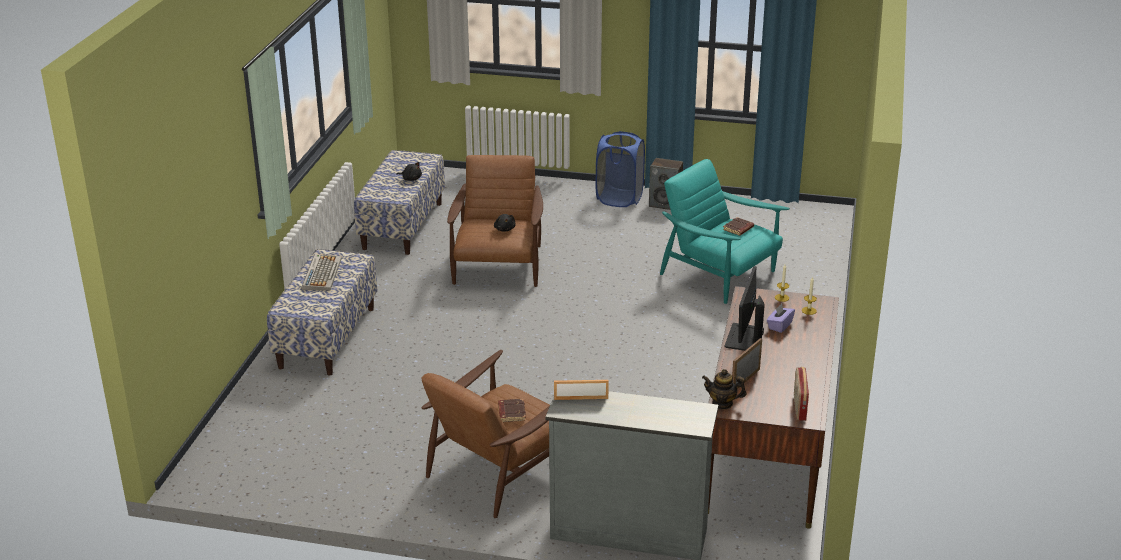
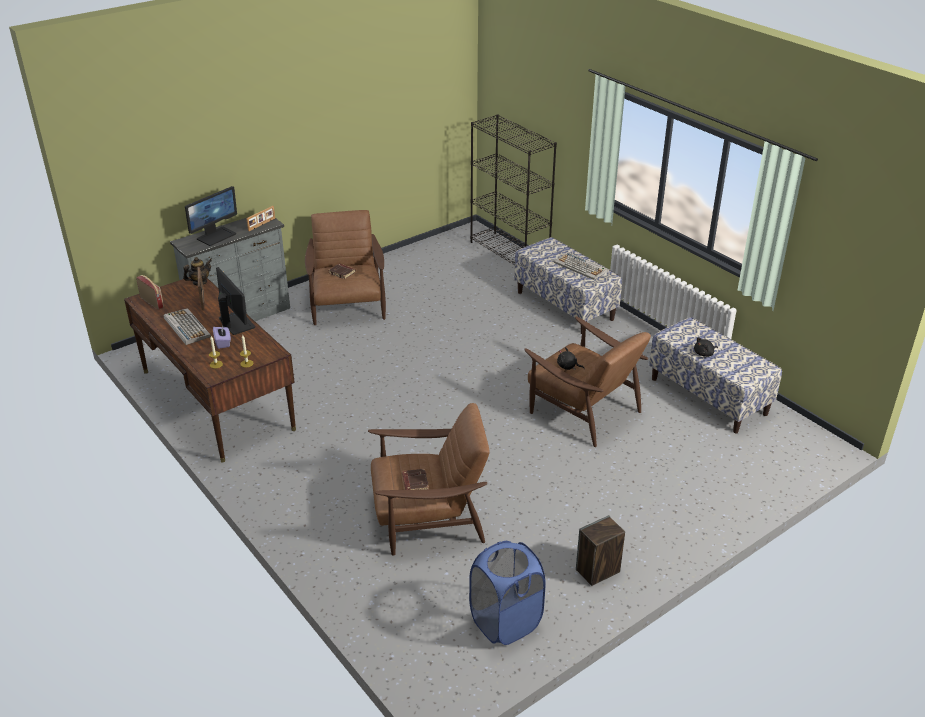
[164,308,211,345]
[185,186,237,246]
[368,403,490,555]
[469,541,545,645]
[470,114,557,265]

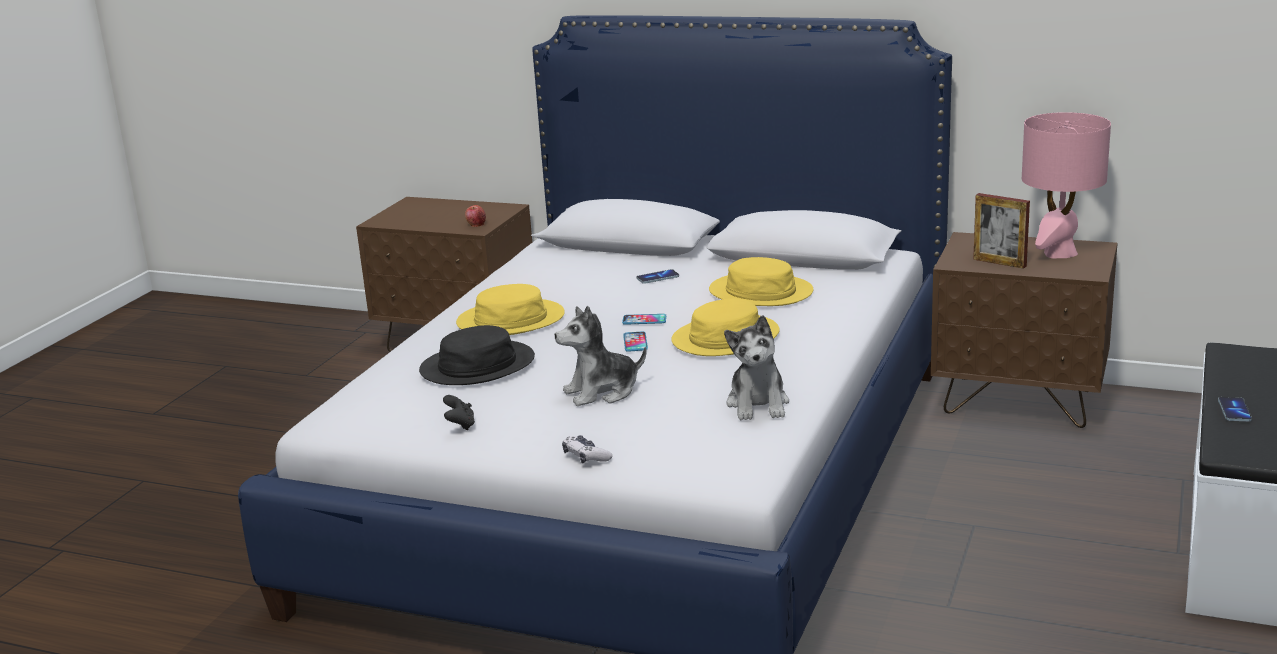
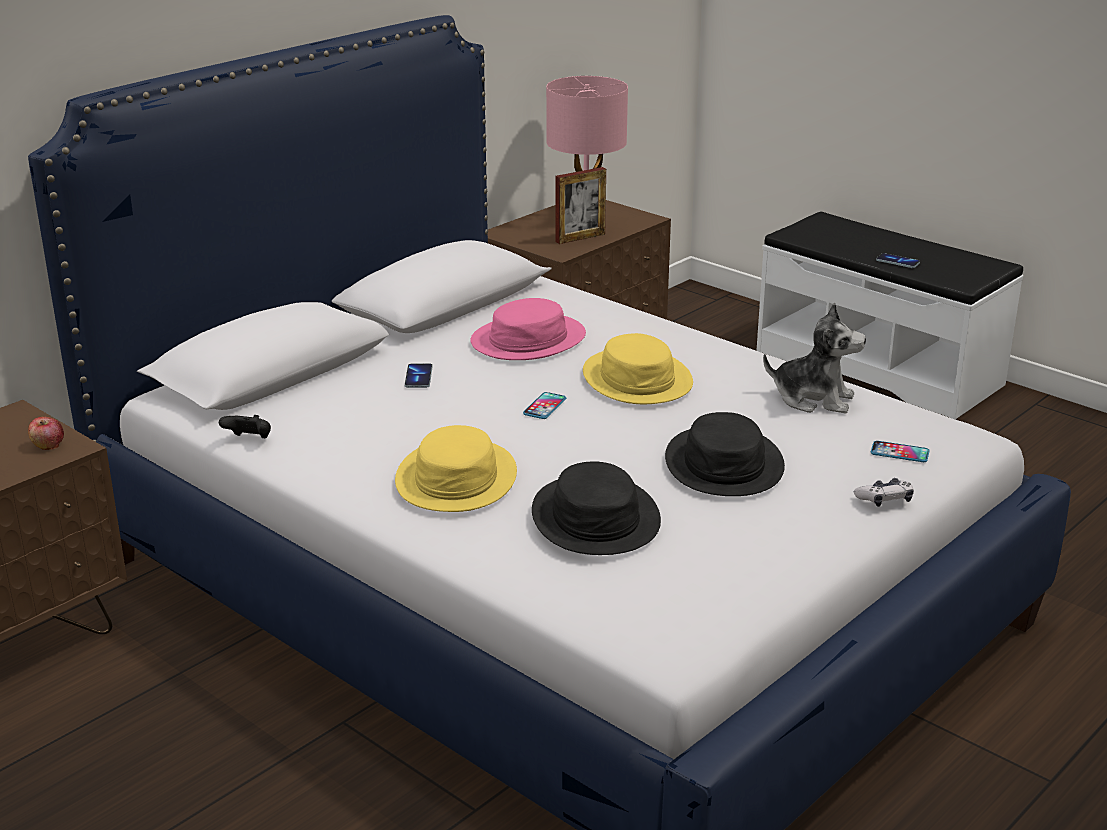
[219,415,271,438]
[470,298,586,360]
[665,412,785,496]
[871,441,930,462]

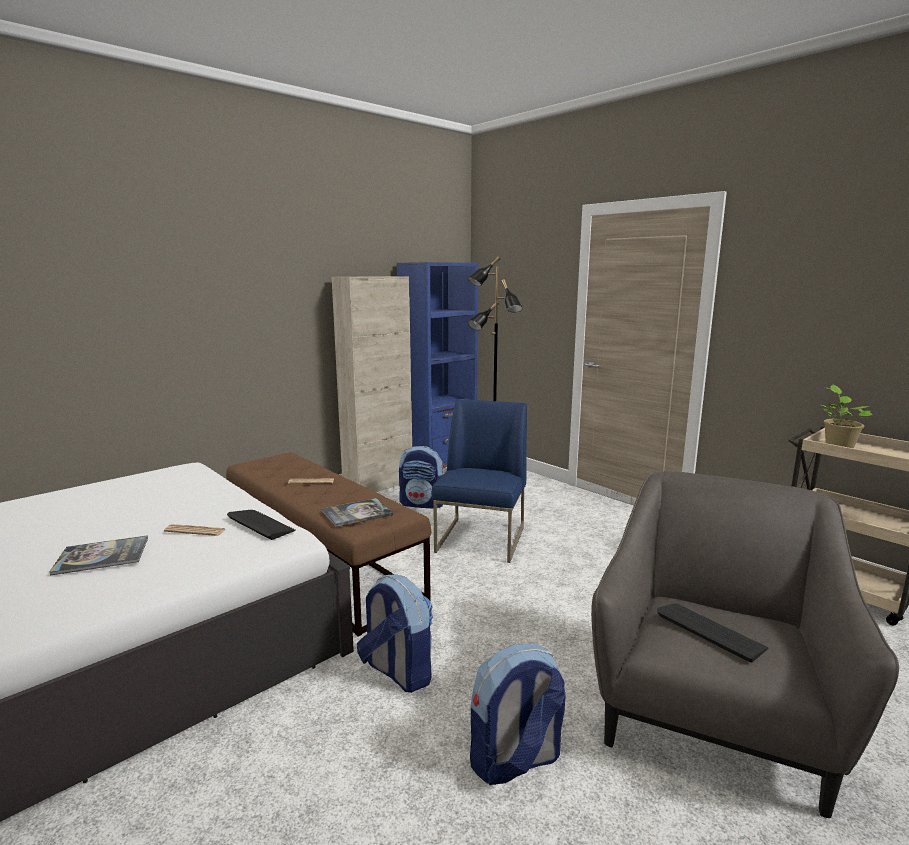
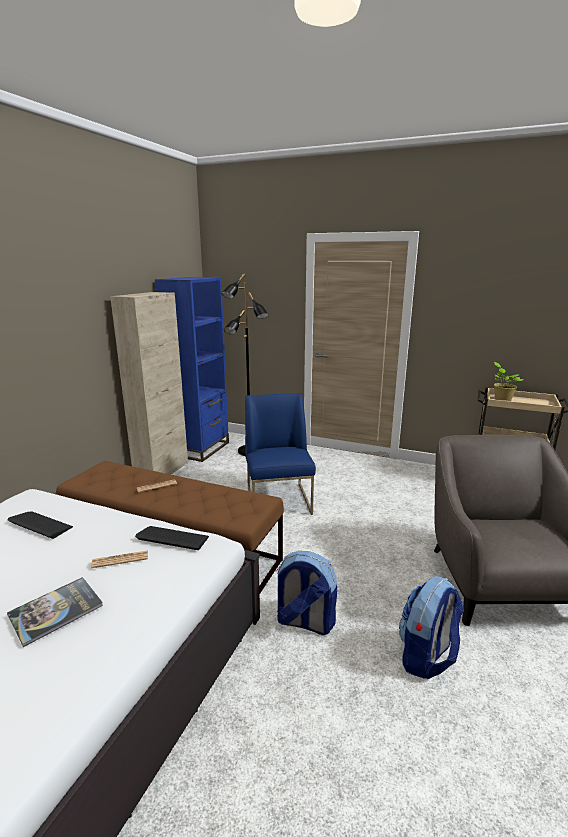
[7,511,73,539]
[322,498,393,527] (first image)
[399,446,445,509] (first image)

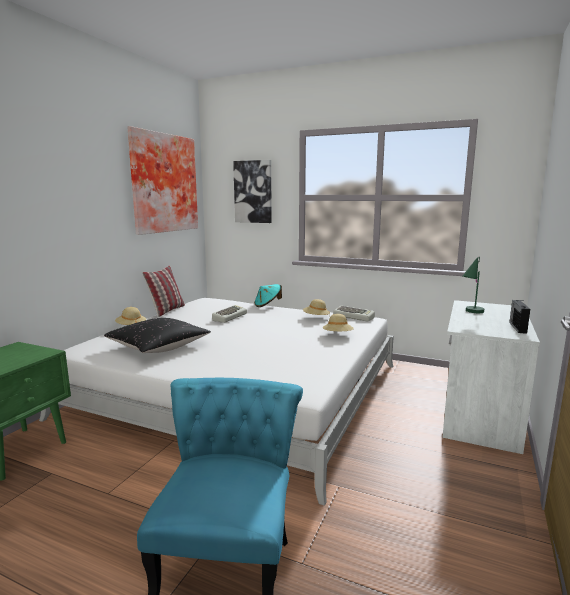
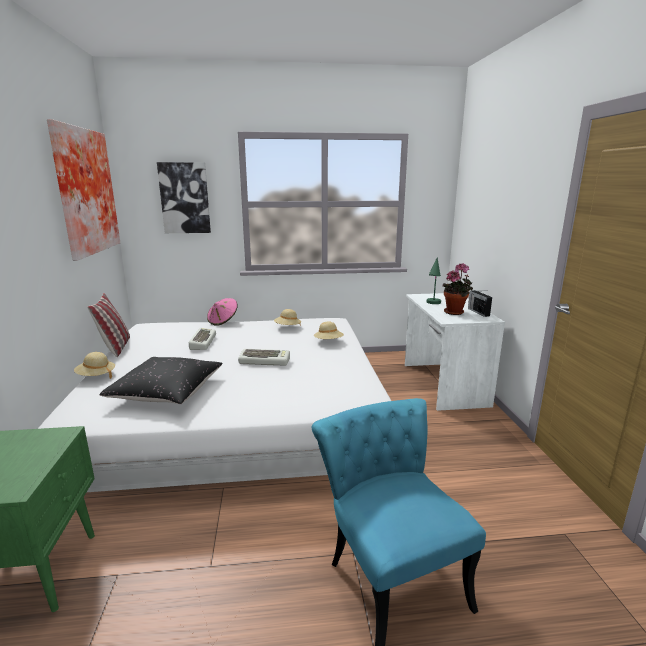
[207,298,238,326]
[238,349,290,366]
[442,263,473,315]

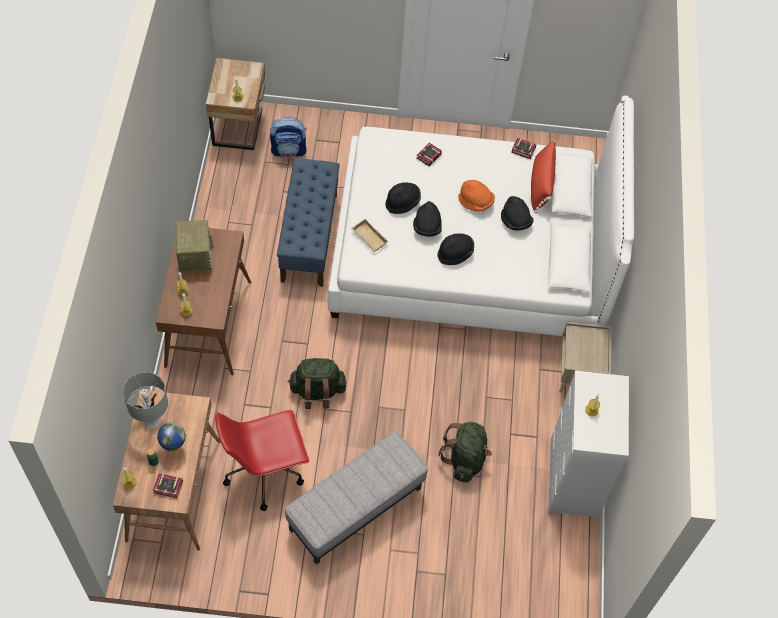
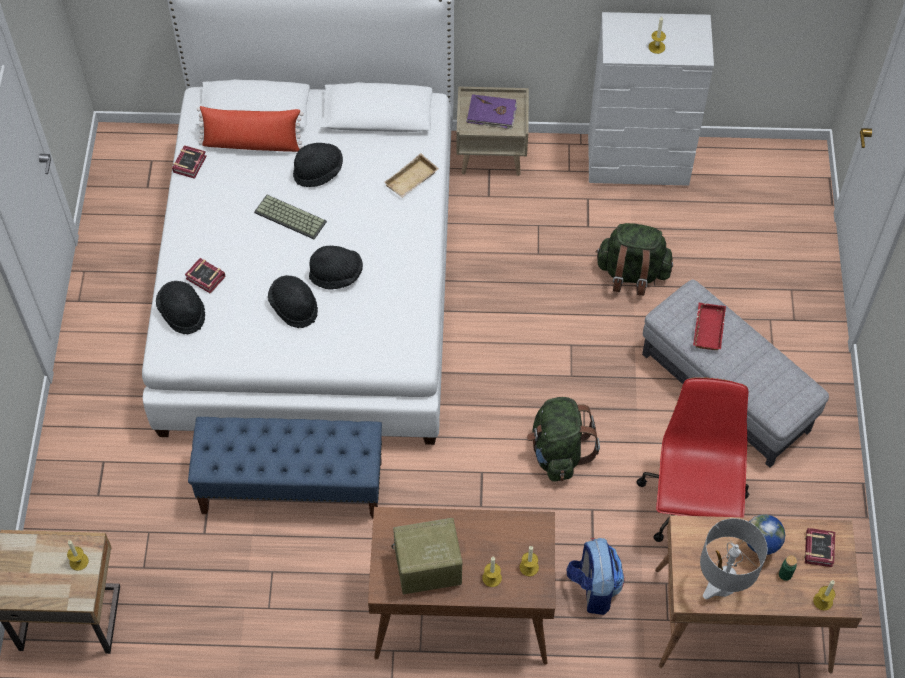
[156,281,205,334]
[254,195,327,239]
[384,153,439,198]
[466,94,517,129]
[567,538,625,615]
[636,377,749,542]
[693,302,726,350]

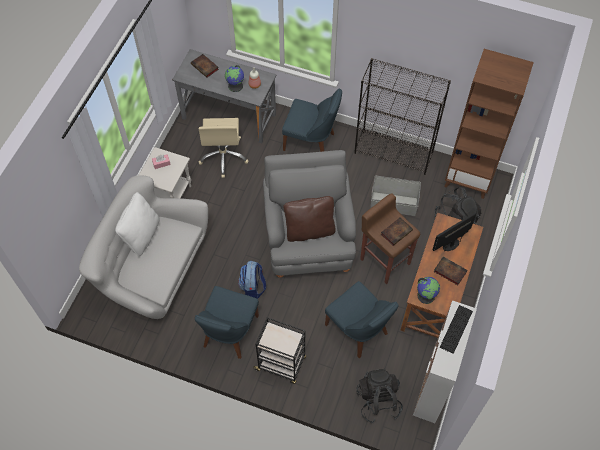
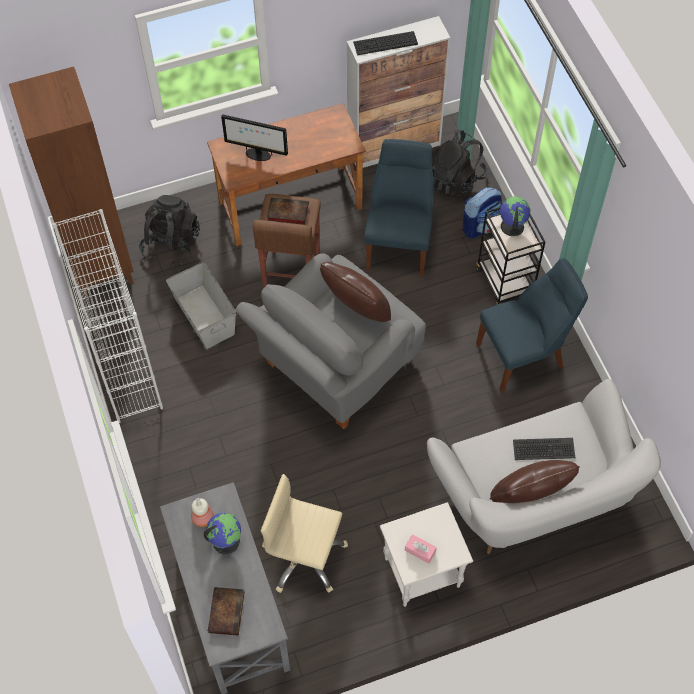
[53,209,163,423]
[261,474,348,593]
[462,187,502,238]
[490,460,580,503]
[500,196,530,236]
[513,438,575,460]
[282,89,342,152] (first image)
[434,256,468,285] (first image)

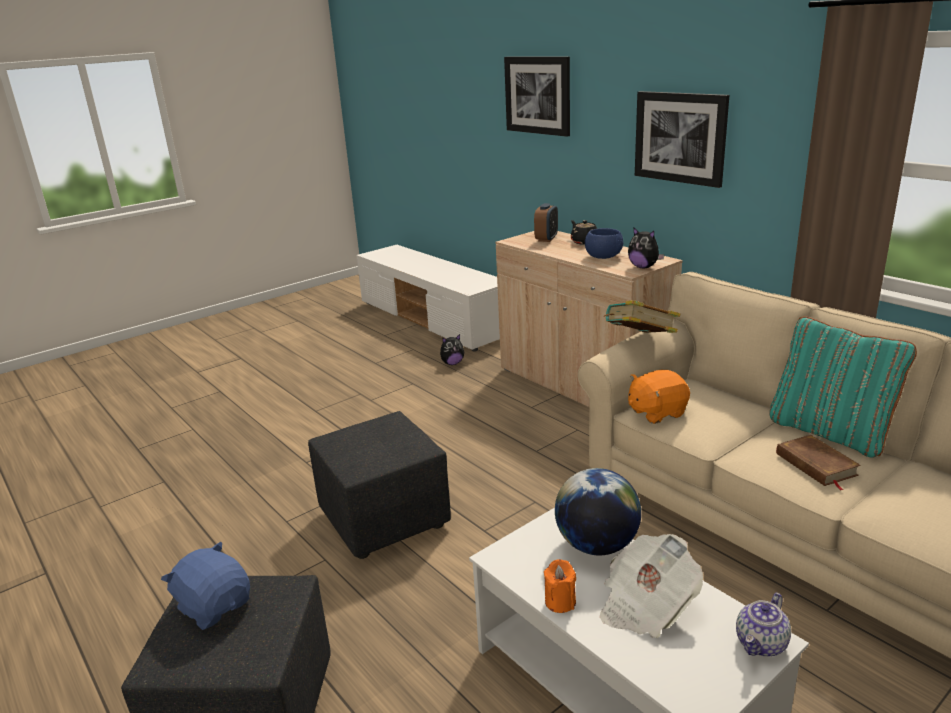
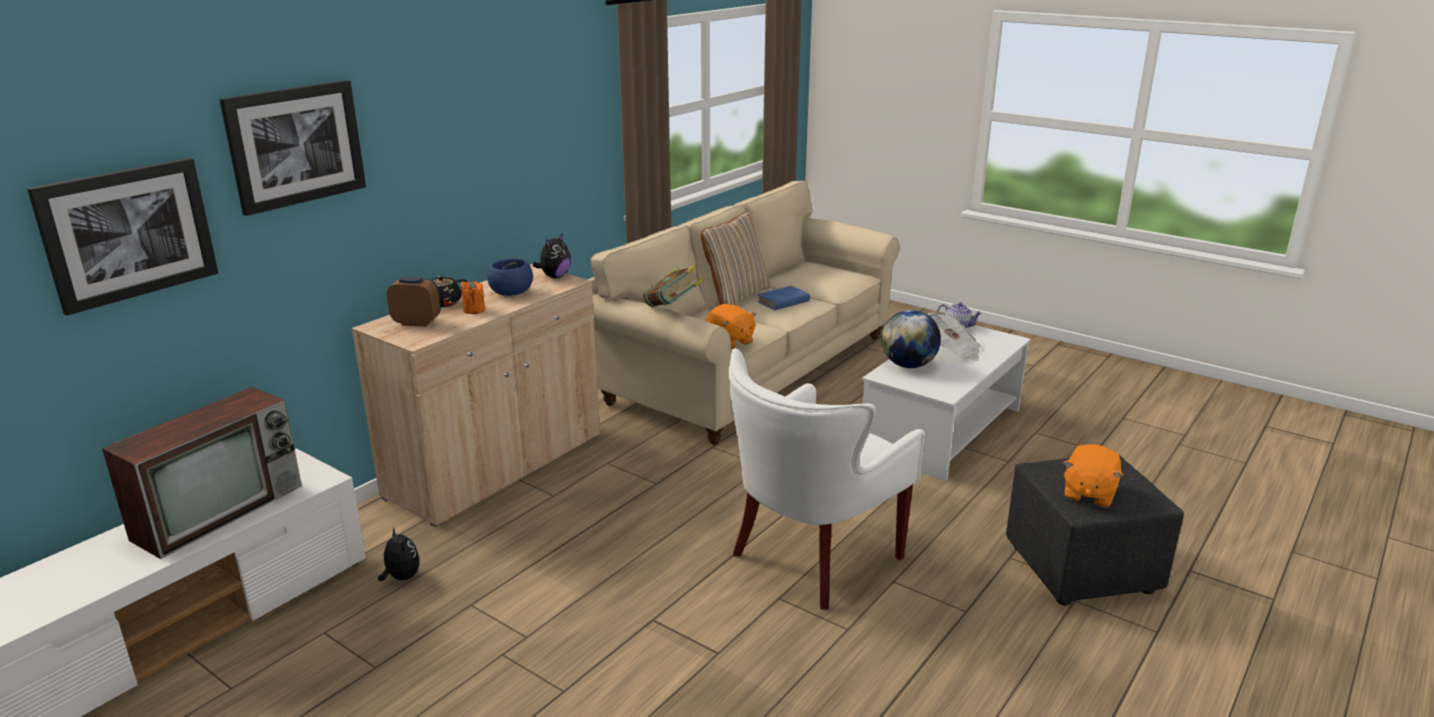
[27,158,218,316]
[102,387,302,559]
[461,280,485,314]
[701,212,771,305]
[729,348,925,609]
[757,286,811,310]
[1063,444,1124,508]

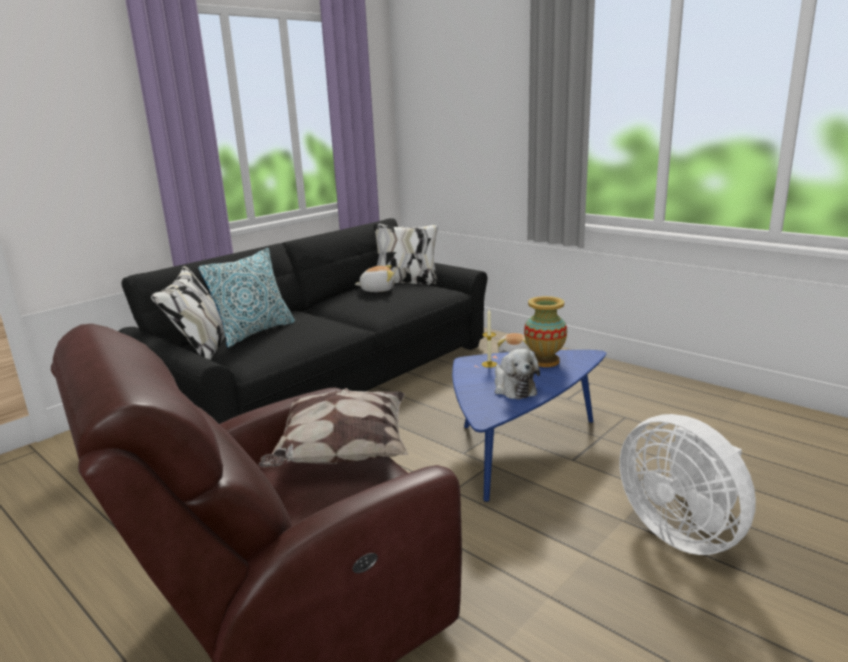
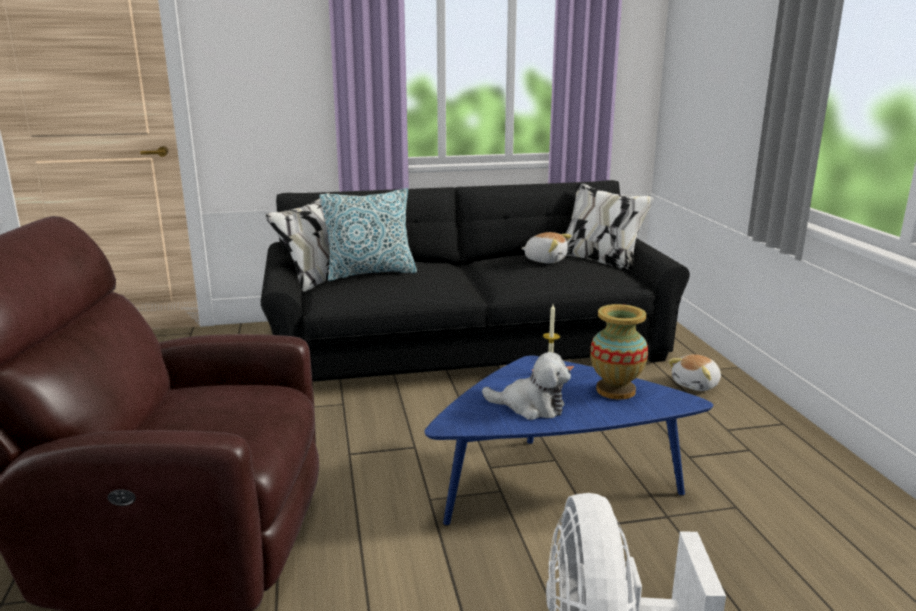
[482,352,571,420]
[259,388,409,467] (first image)

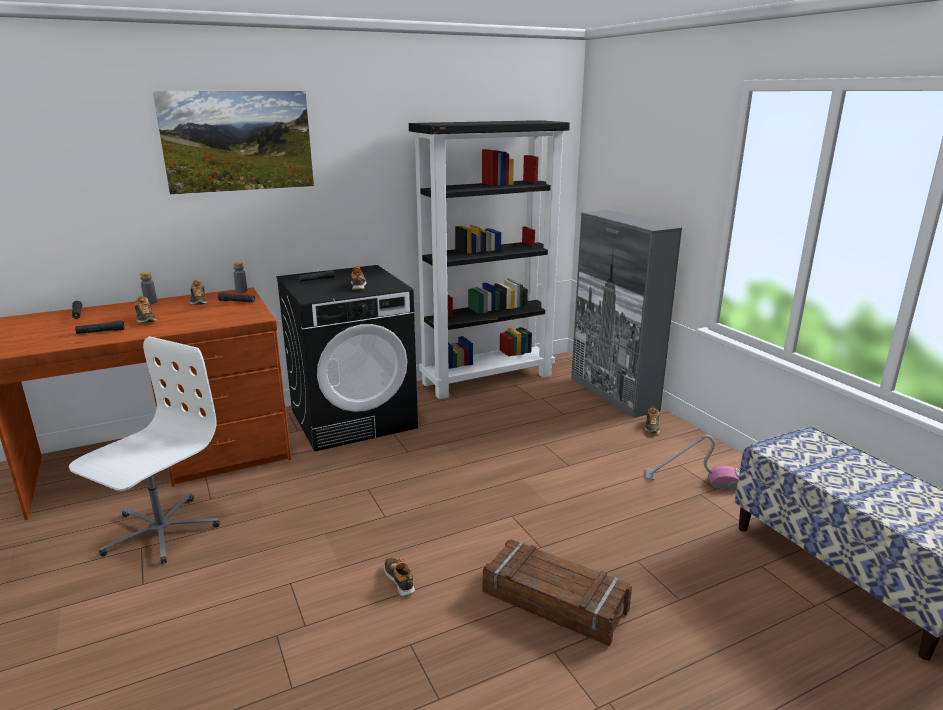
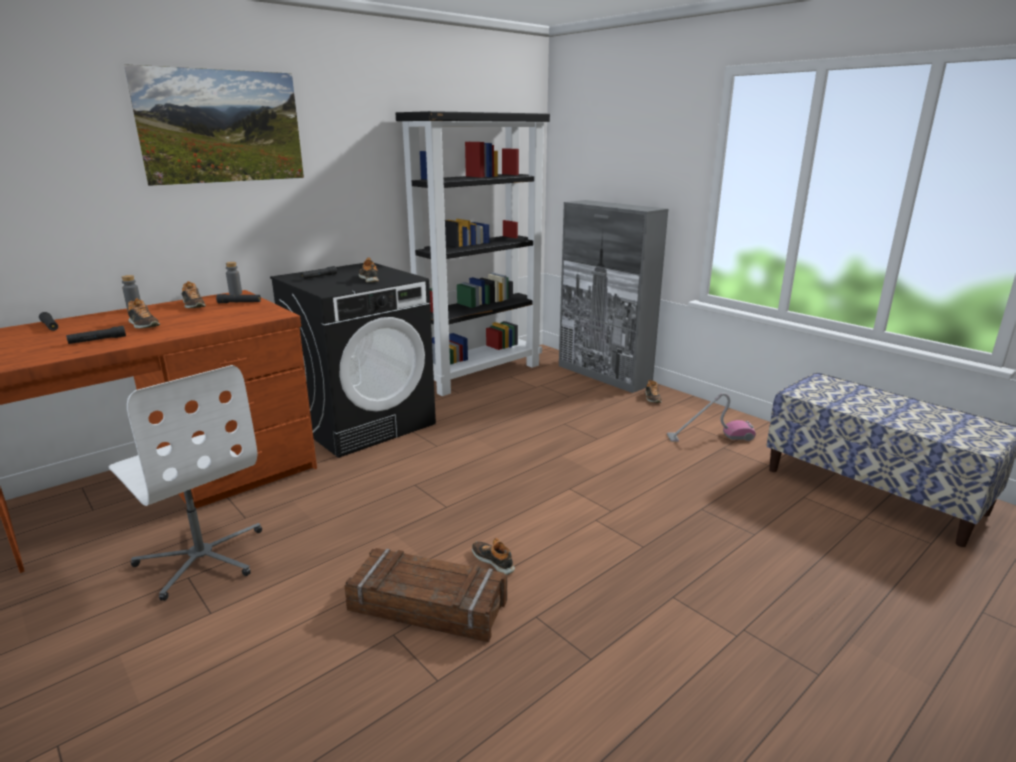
[108,365,262,601]
[345,548,507,642]

